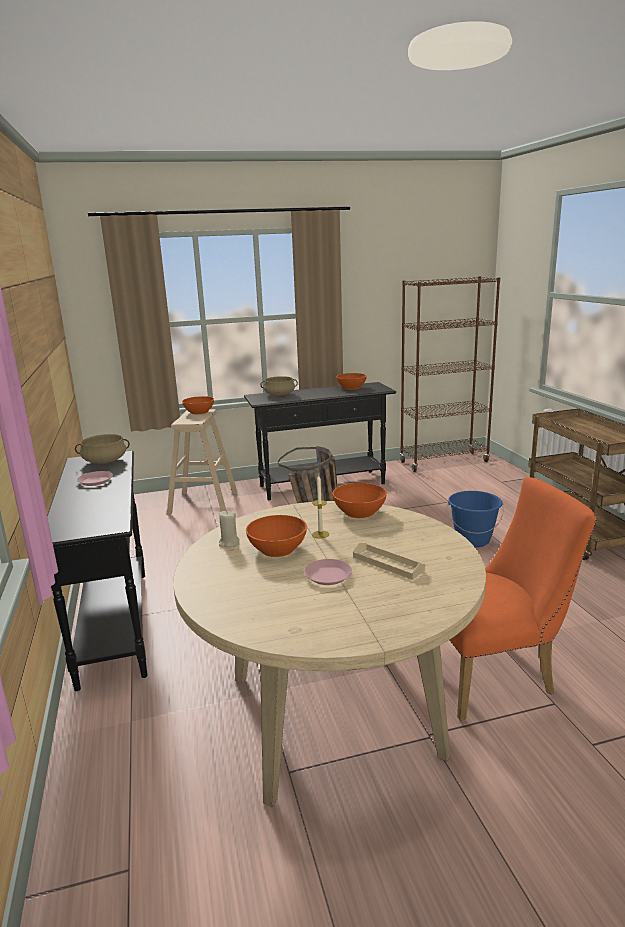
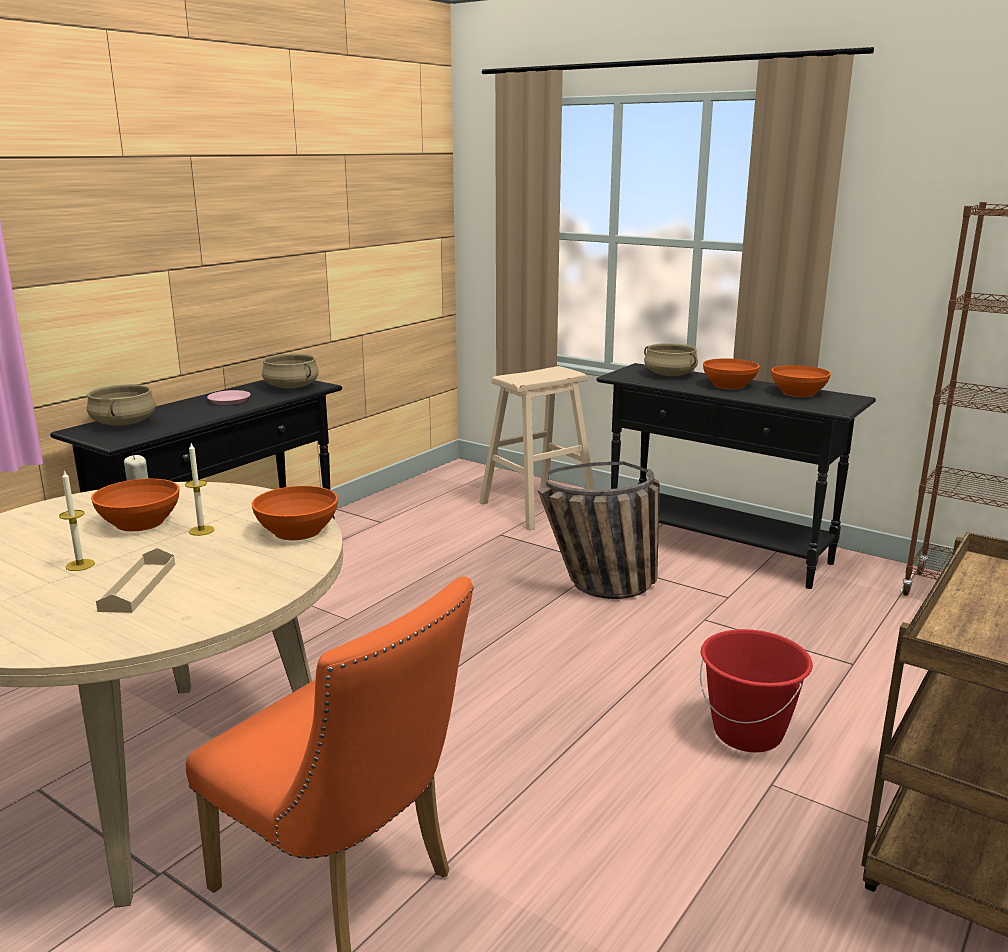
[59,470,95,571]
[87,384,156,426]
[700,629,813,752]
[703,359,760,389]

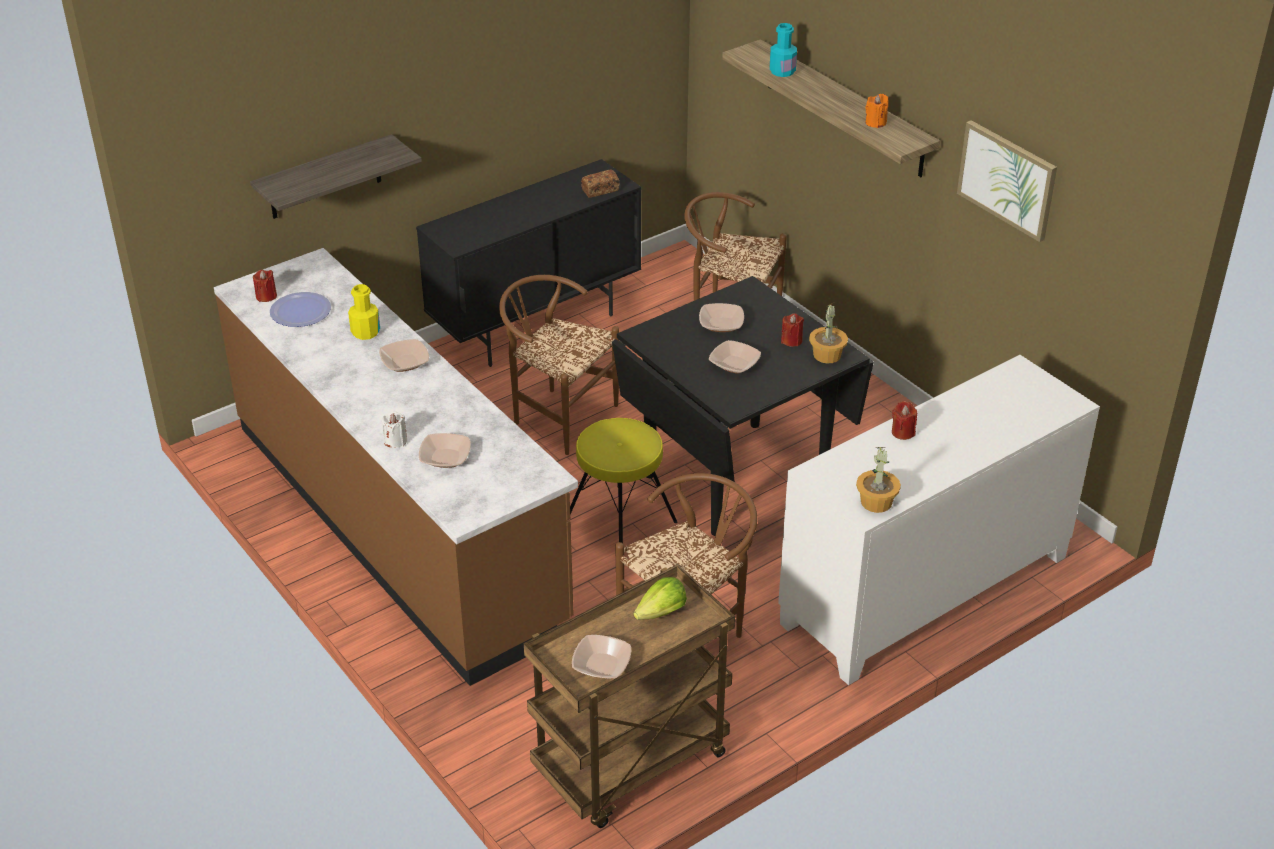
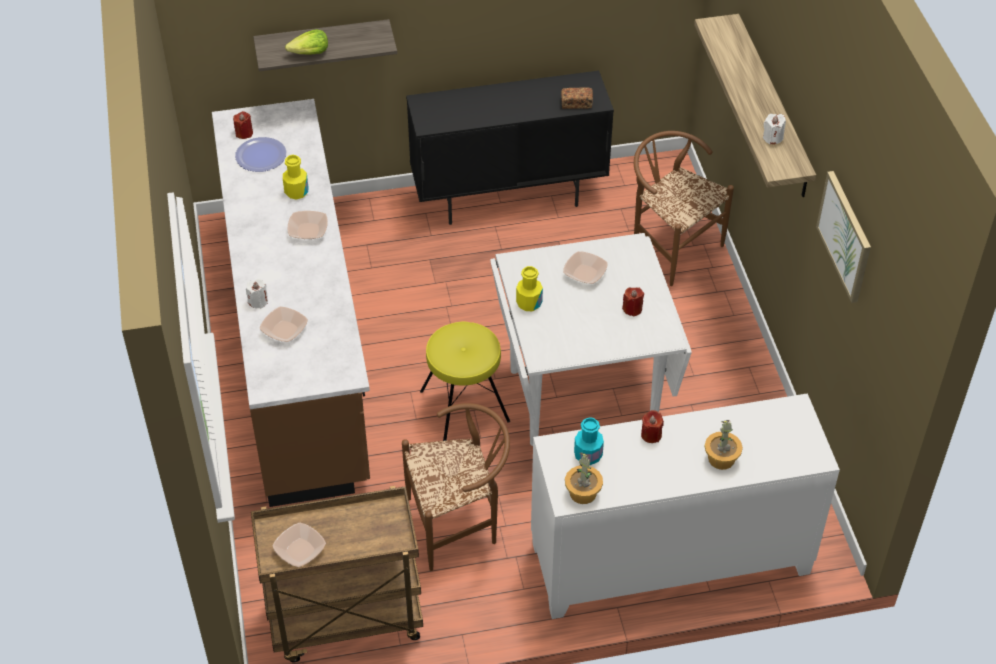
[285,29,328,55]
[490,233,692,446]
[516,266,543,311]
[574,417,604,465]
[705,420,743,470]
[763,114,786,144]
[499,275,619,455] (first image)
[709,340,761,374] (first image)

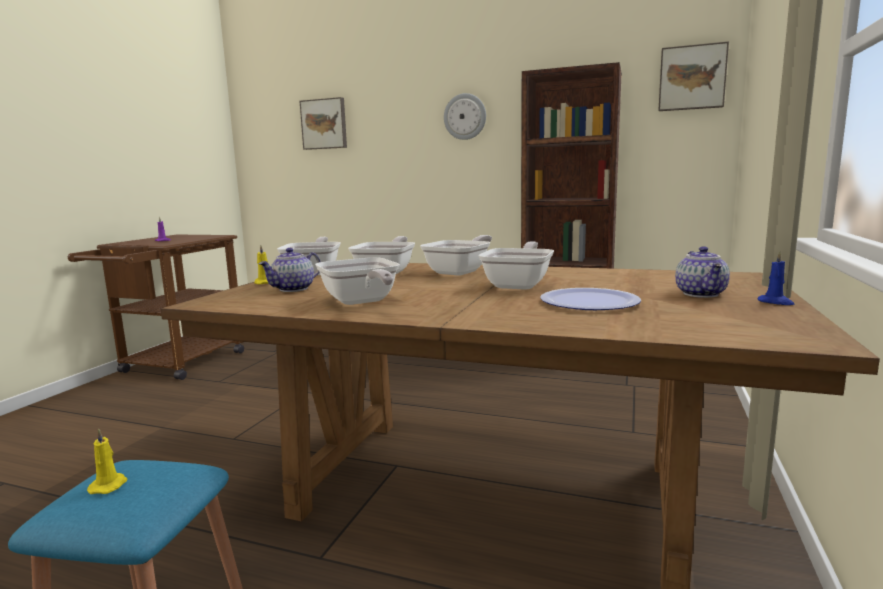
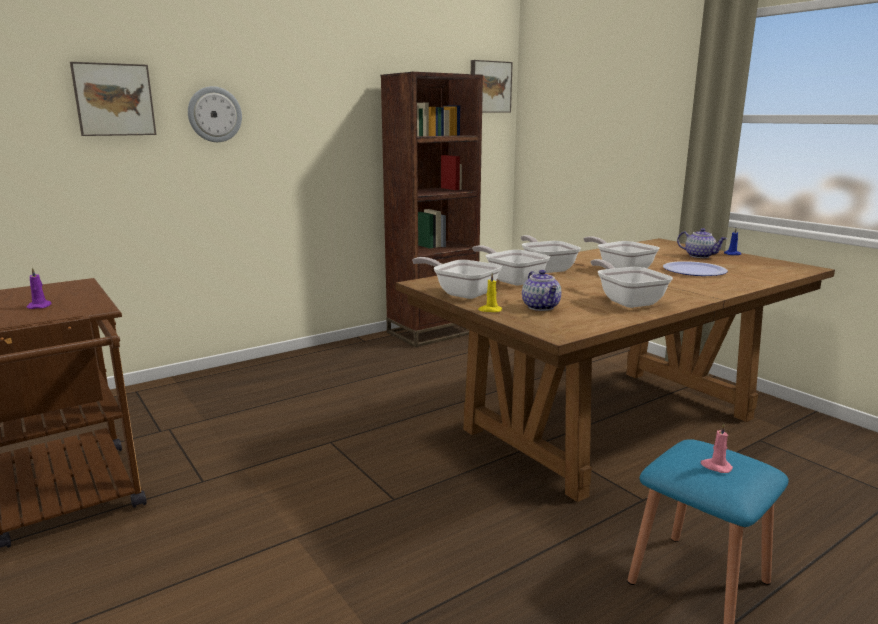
[188,86,242,142]
[591,259,673,308]
[701,423,733,473]

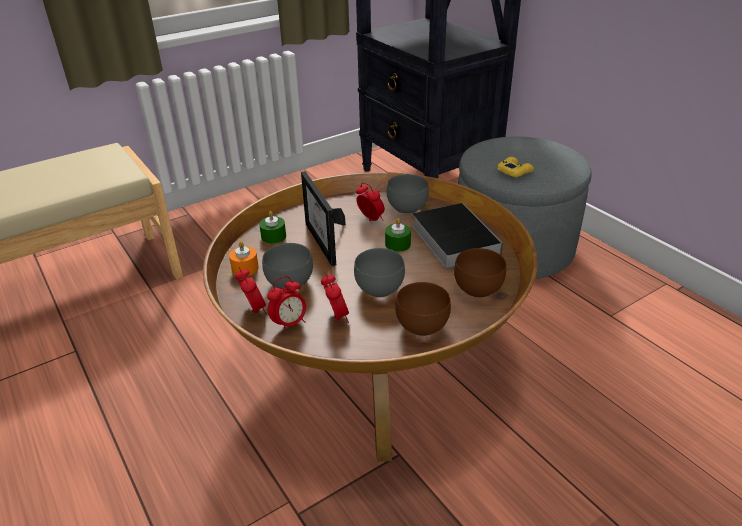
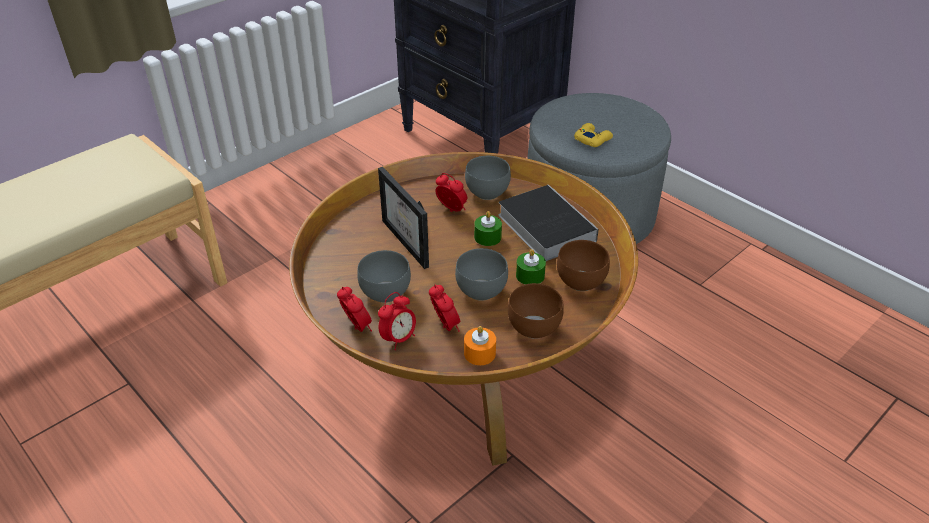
[464,326,496,365]
[516,249,546,285]

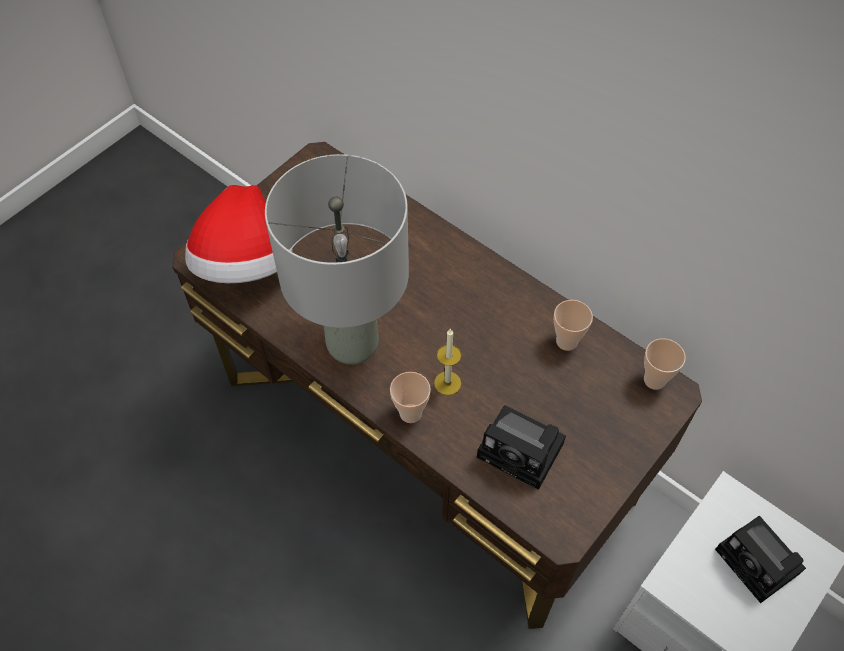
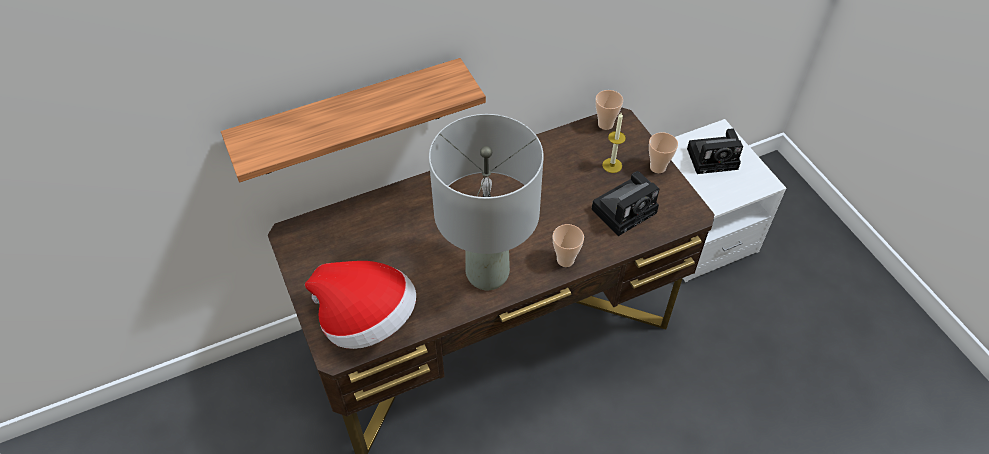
[221,58,486,182]
[602,113,626,173]
[649,132,678,173]

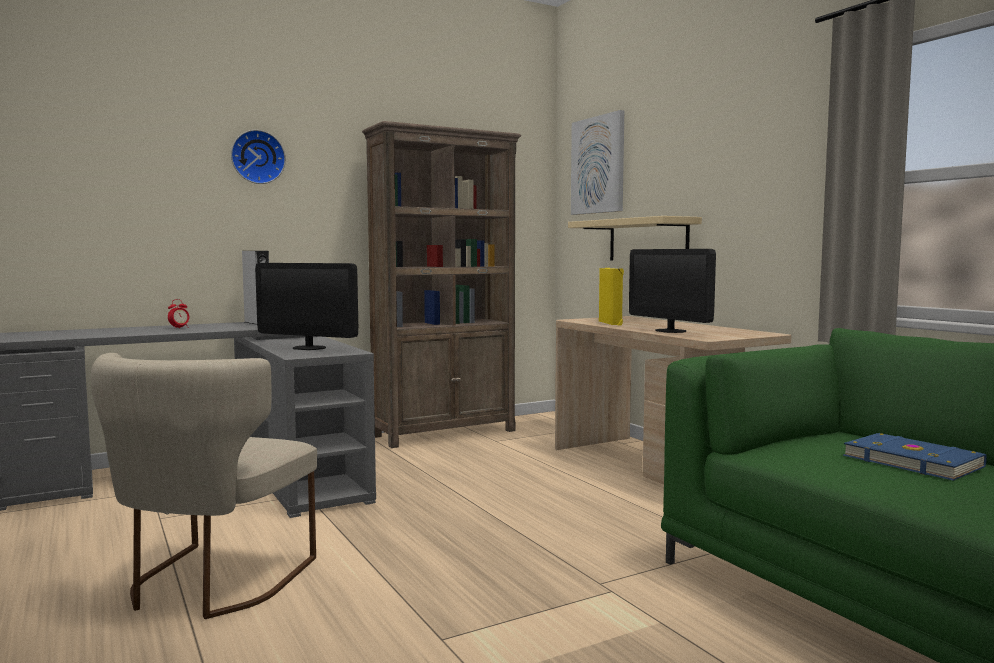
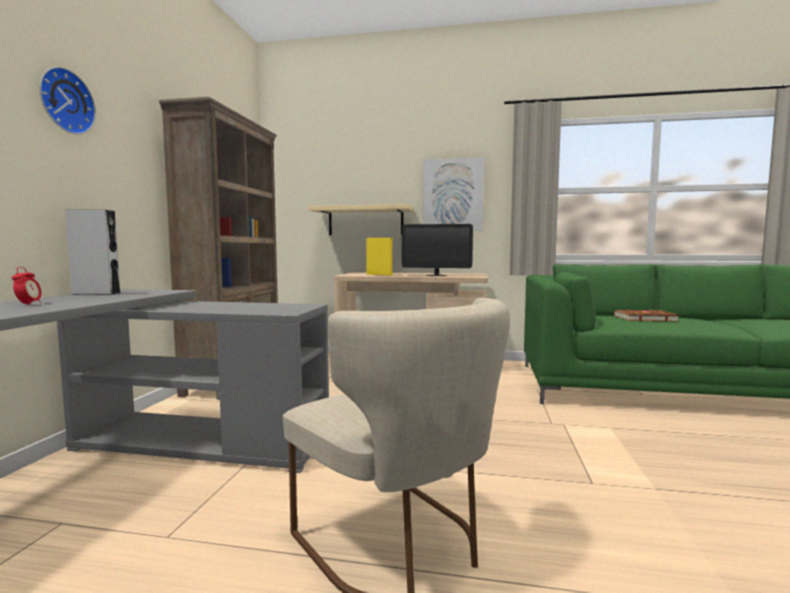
[423,158,484,231]
[614,310,680,322]
[255,263,358,350] (first image)

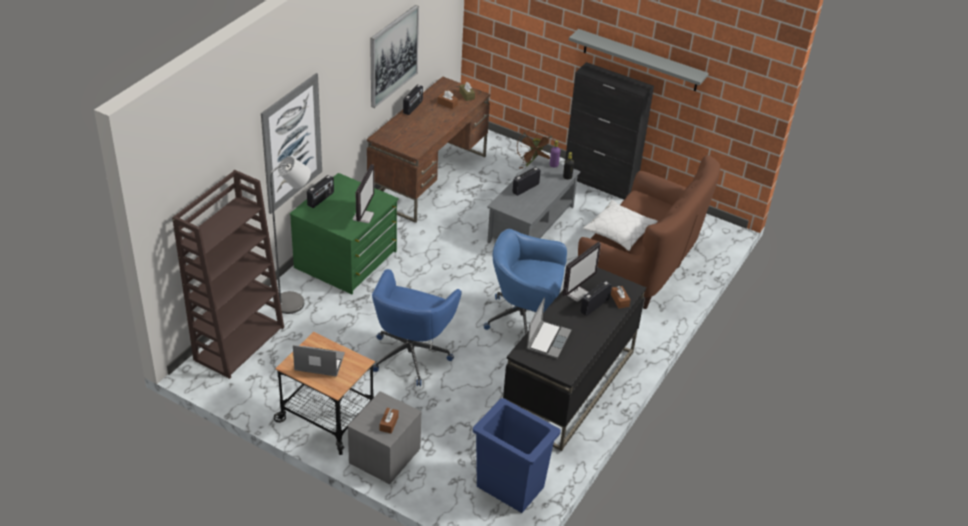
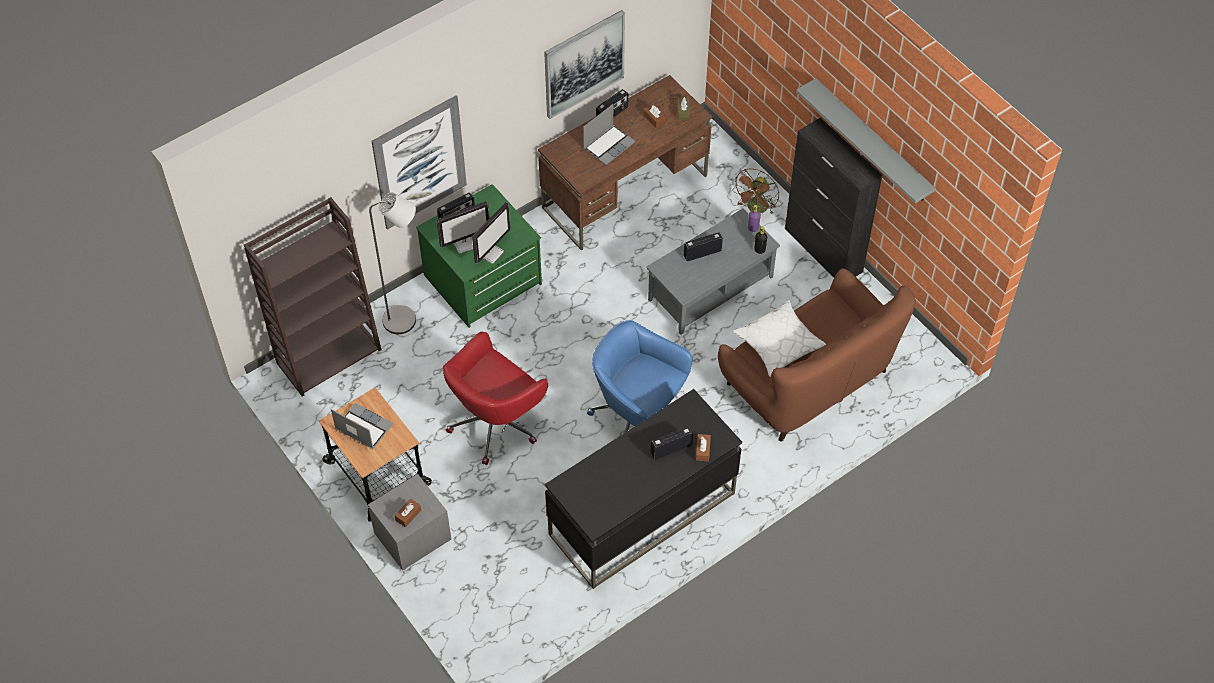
[437,201,490,254]
[443,332,548,465]
[583,104,635,165]
[473,398,561,513] (first image)

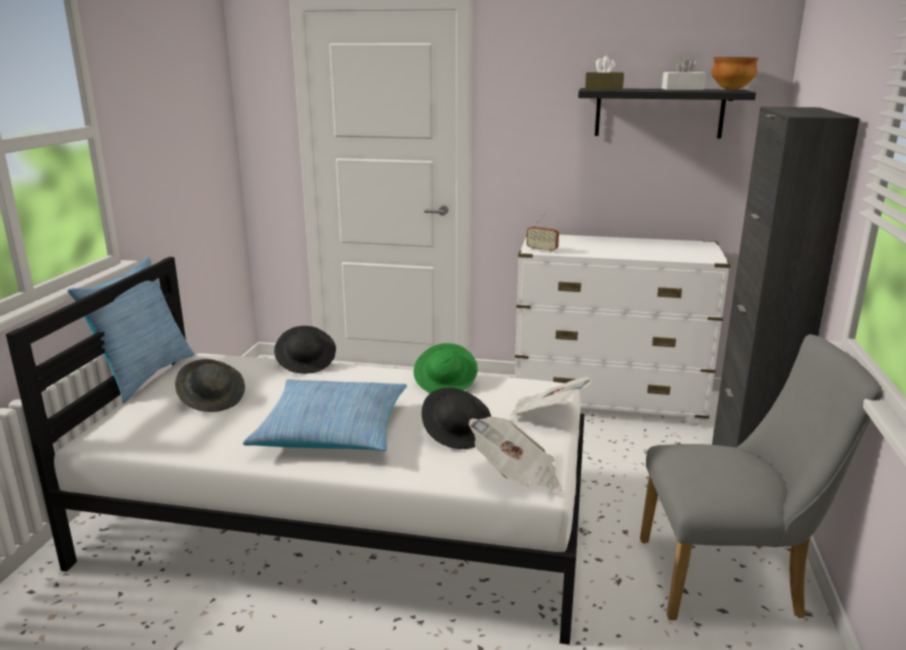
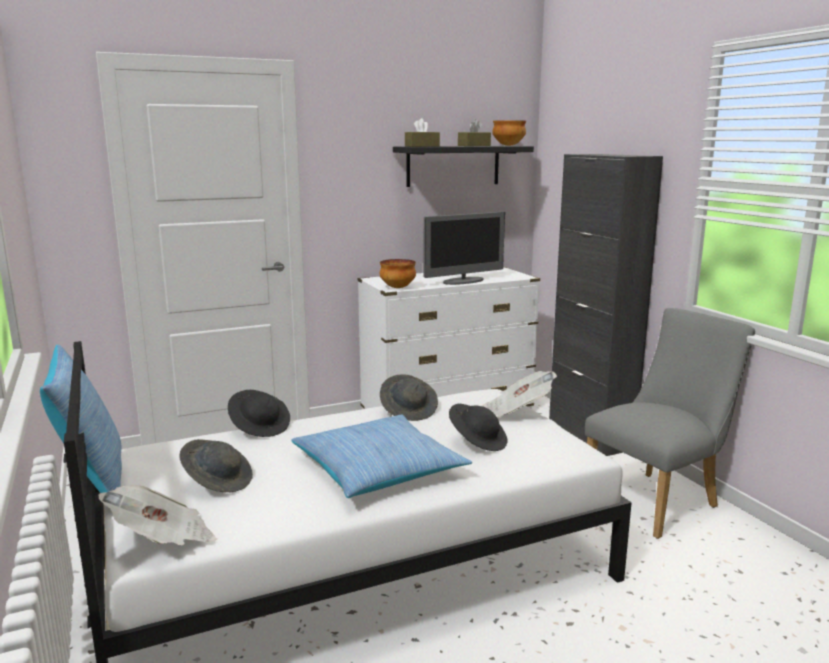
[98,485,217,545]
[380,259,416,288]
[380,374,438,421]
[423,212,505,285]
[458,119,491,146]

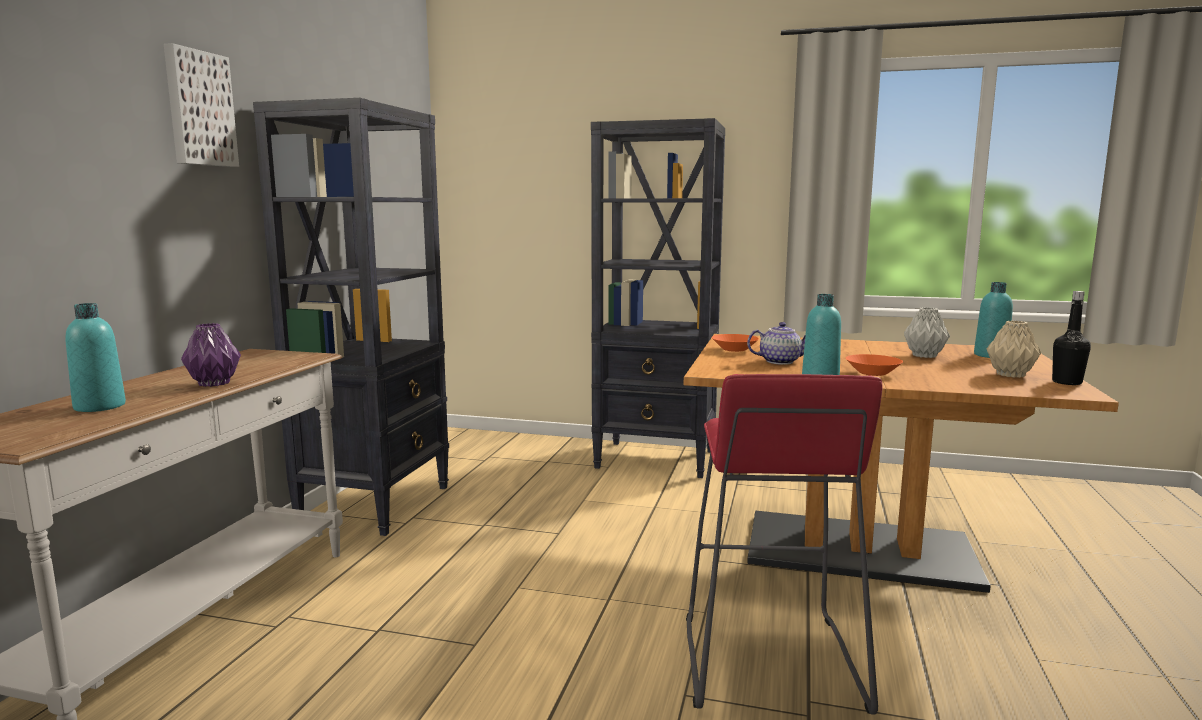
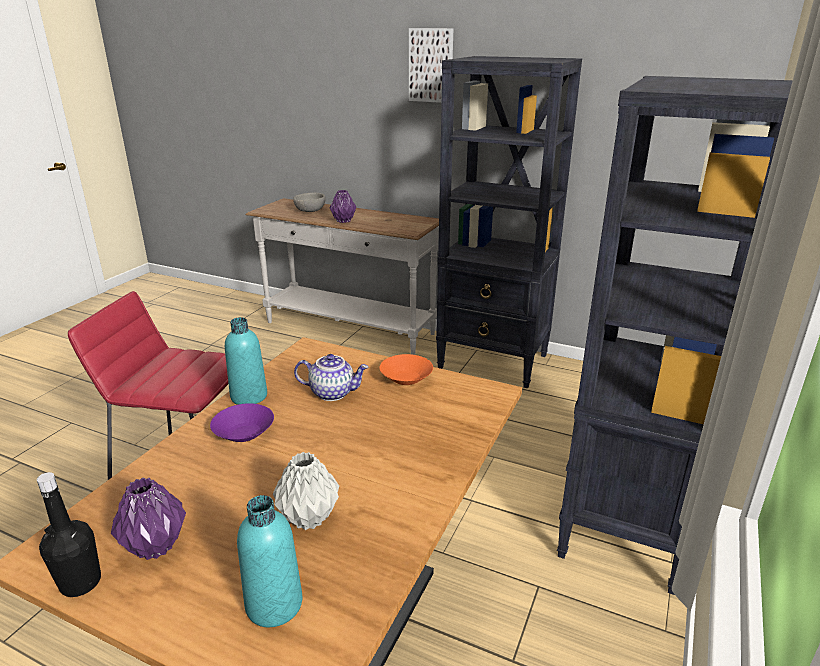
[111,478,186,560]
[210,403,274,442]
[293,193,326,212]
[294,354,369,401]

